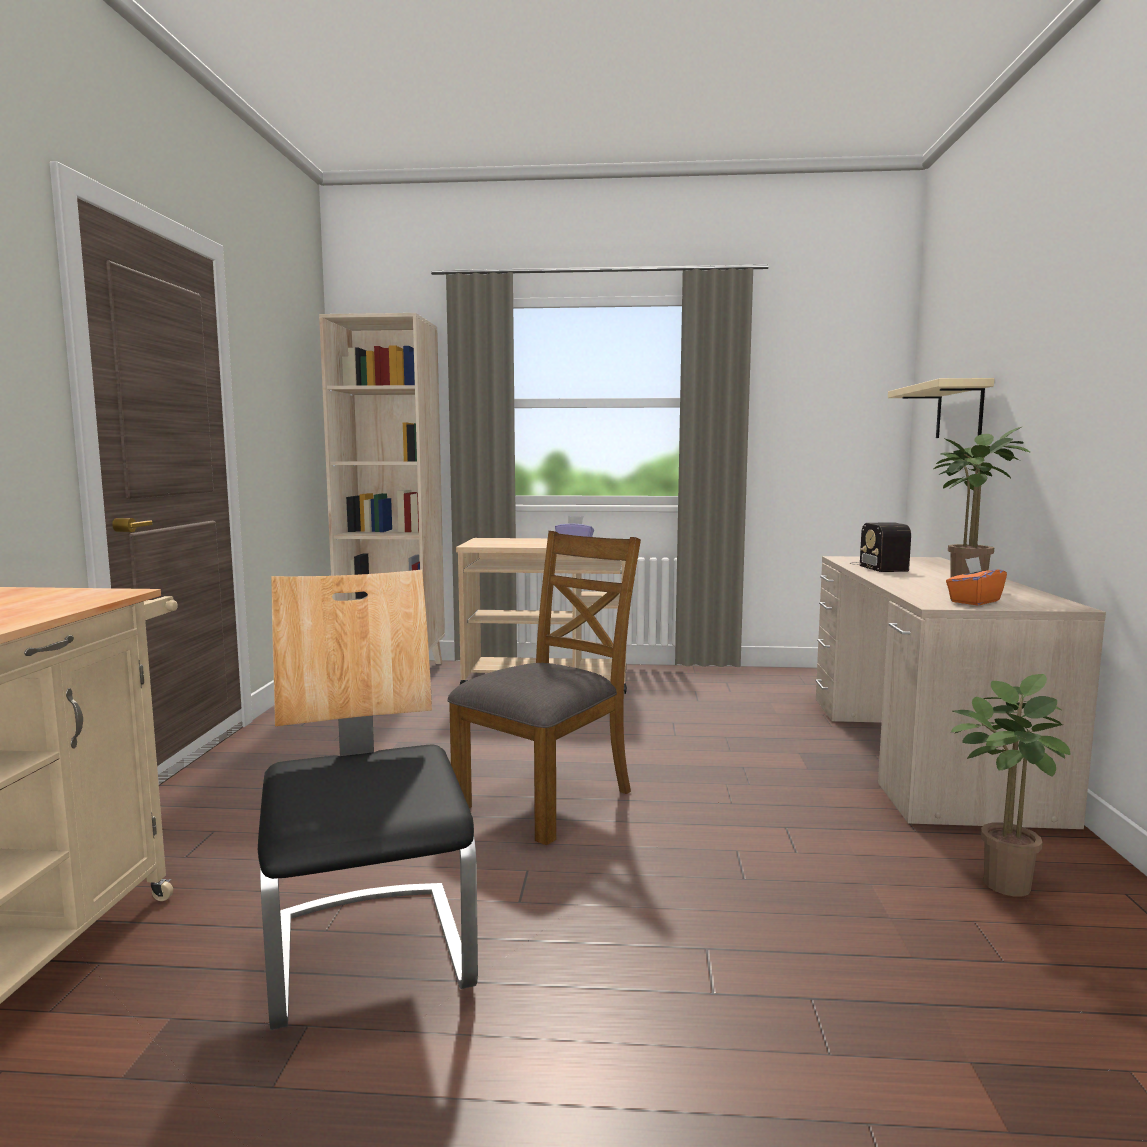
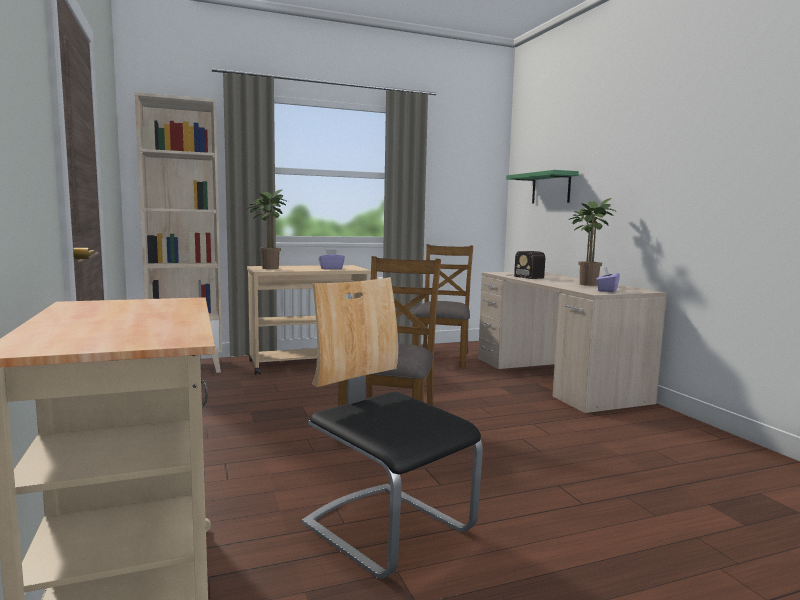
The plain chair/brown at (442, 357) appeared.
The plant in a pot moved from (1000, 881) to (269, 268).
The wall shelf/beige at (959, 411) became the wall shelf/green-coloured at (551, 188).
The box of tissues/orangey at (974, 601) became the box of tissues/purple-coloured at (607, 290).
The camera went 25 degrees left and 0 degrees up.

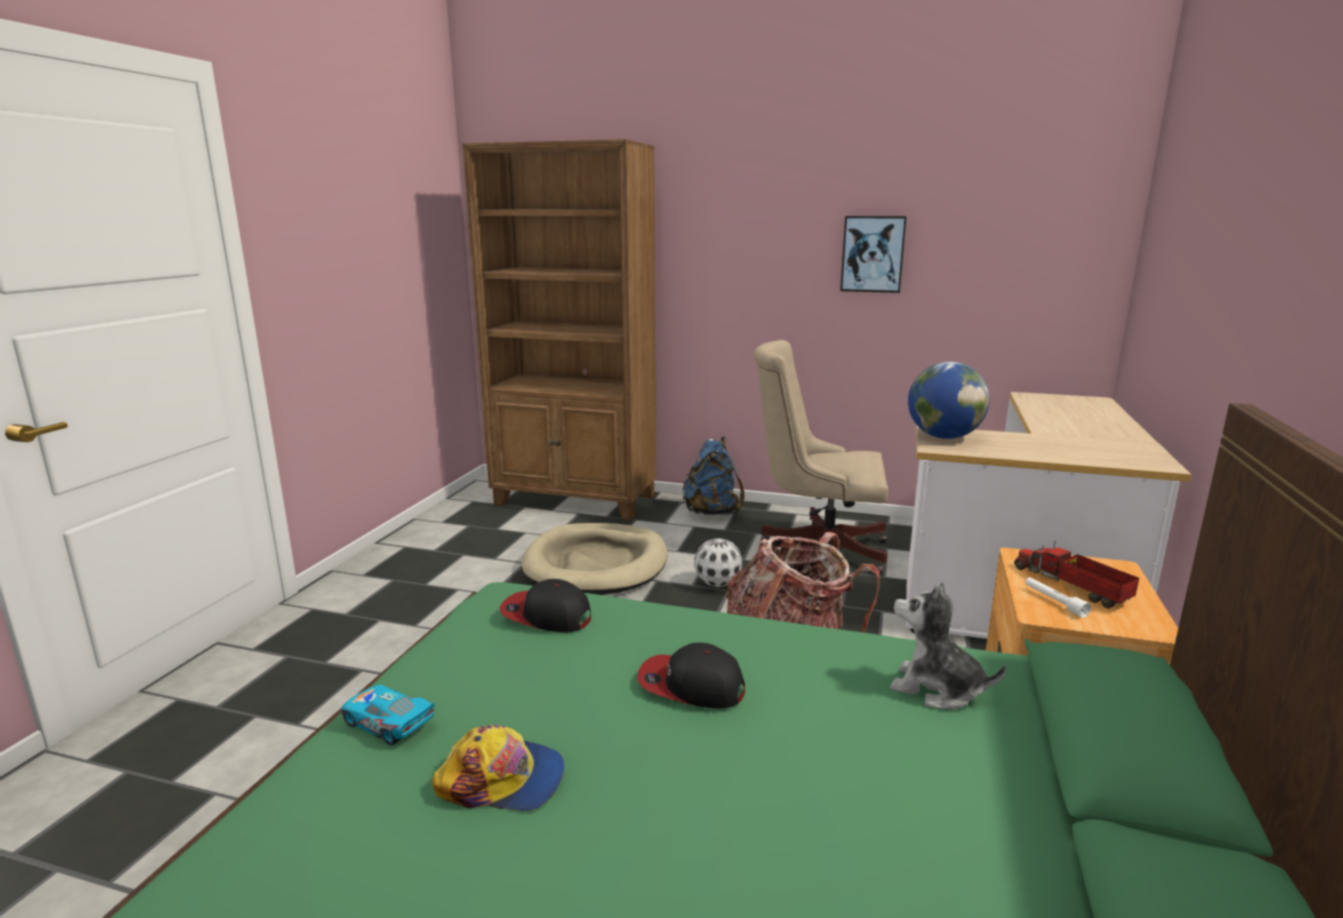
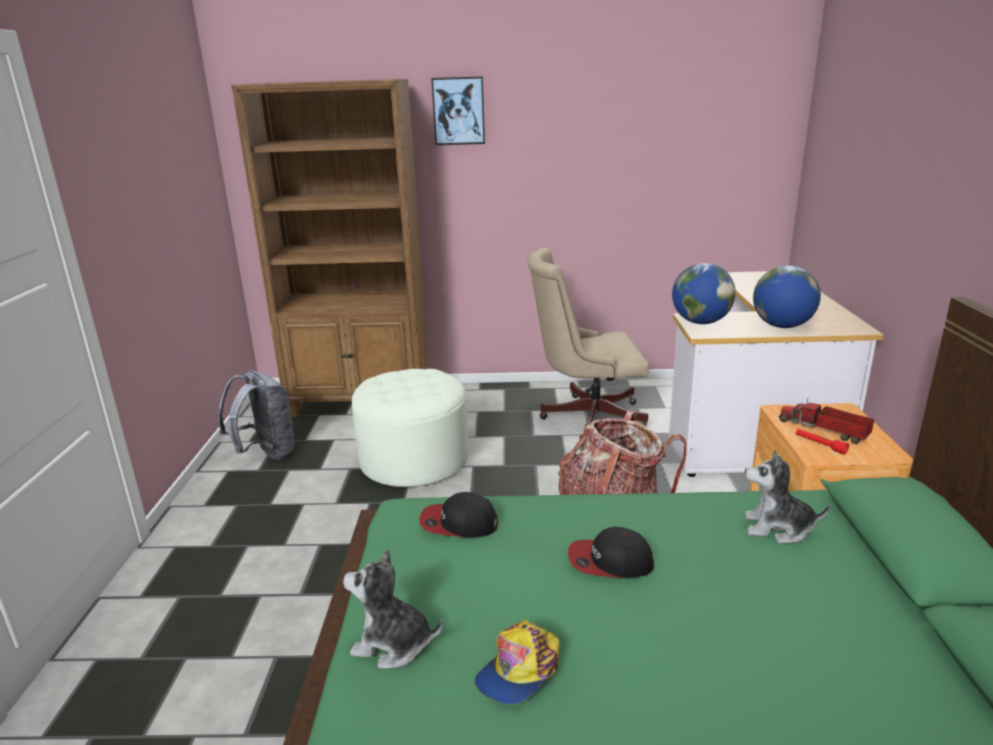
The knapsack/bluish at (712, 512) disappeared.
The ball for football at (717, 584) disappeared.
The knapsack/gray at (266, 454) appeared.
The world globe at (782, 326) appeared.
The wall picture moved from (872, 254) to (458, 111).
The toy car at (388, 723) was replaced by the cuddly toy at (393, 645).
The dog bed/beige at (596, 565) was replaced by the footrest/white at (414, 460).
The hand torch/white at (1054, 602) became the hand torch/reddish at (820, 445).
The baseball cap at (502, 780) turned 135 degrees clockwise.
The camera went 15 degrees left and 5 degrees up.

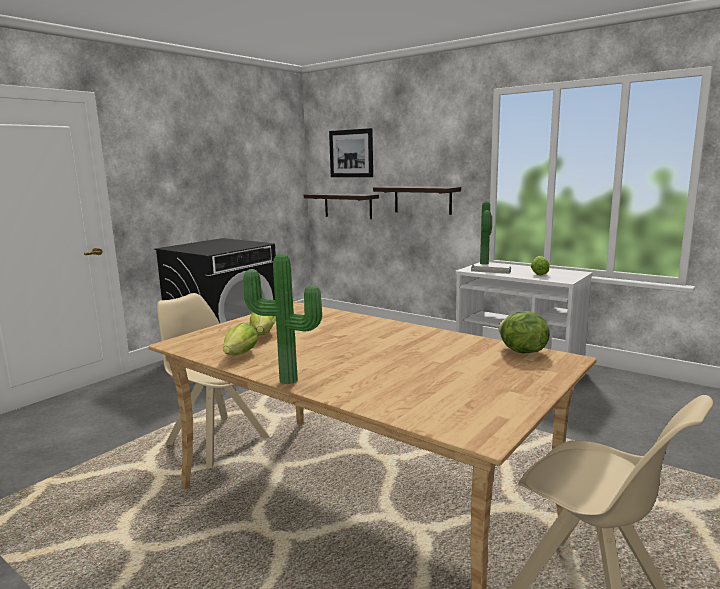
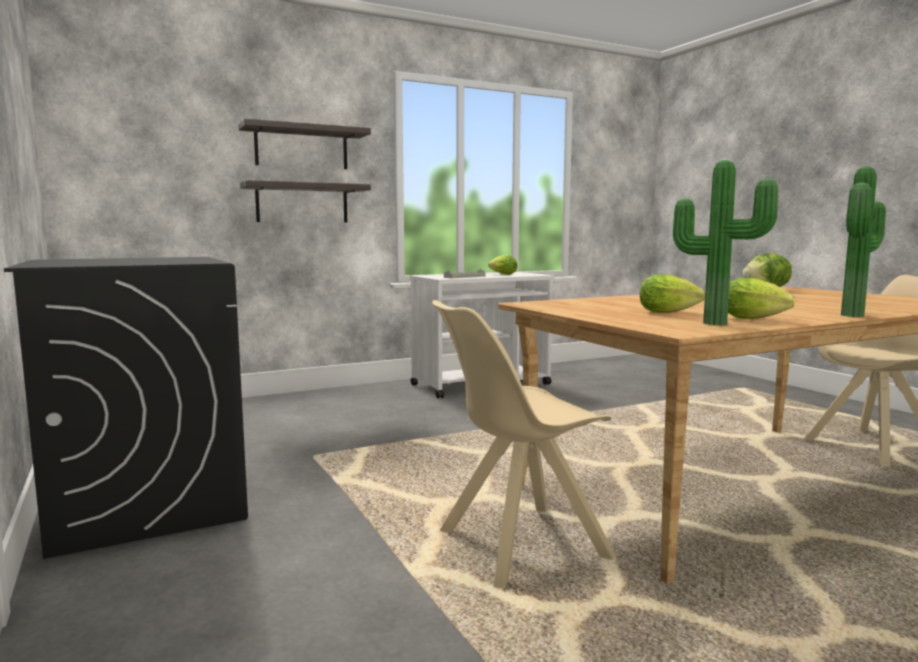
The wall picture at (351, 153) disappeared.
The wall shelf moved from (348, 205) to (301, 148).
The plant in a pot moved from (486, 263) to (716, 323).
The camera went 65 degrees left and 5 degrees down.

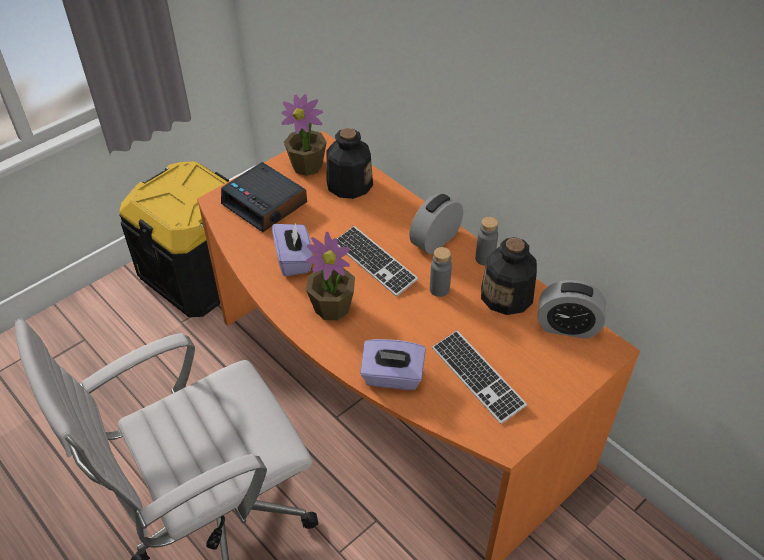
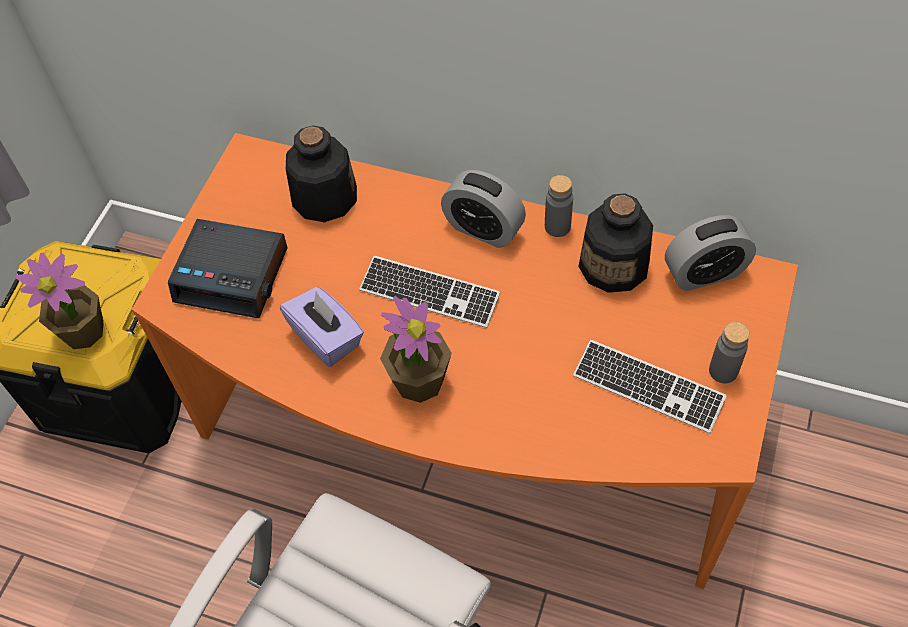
The box of tissues/purple-coloured at (392, 377) disappeared.
The plant in a pot moved from (307, 166) to (83, 331).
The bottle/gray moved from (439, 289) to (723, 371).
The alarm clock at (435, 240) turned 75 degrees counterclockwise.
The camera went 25 degrees left and 10 degrees up.

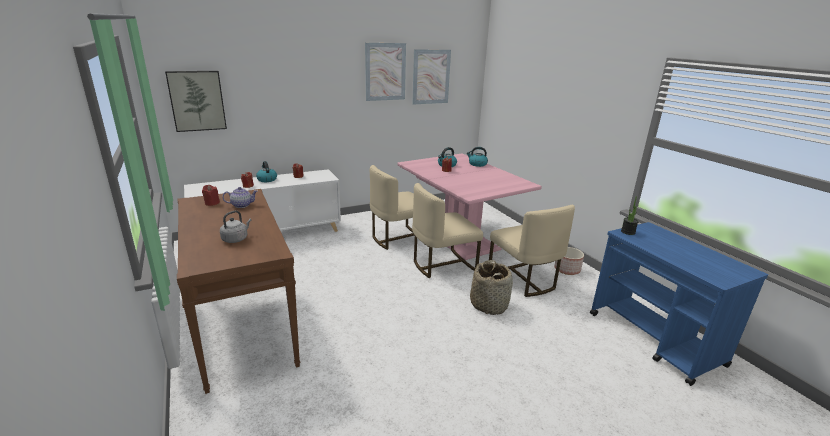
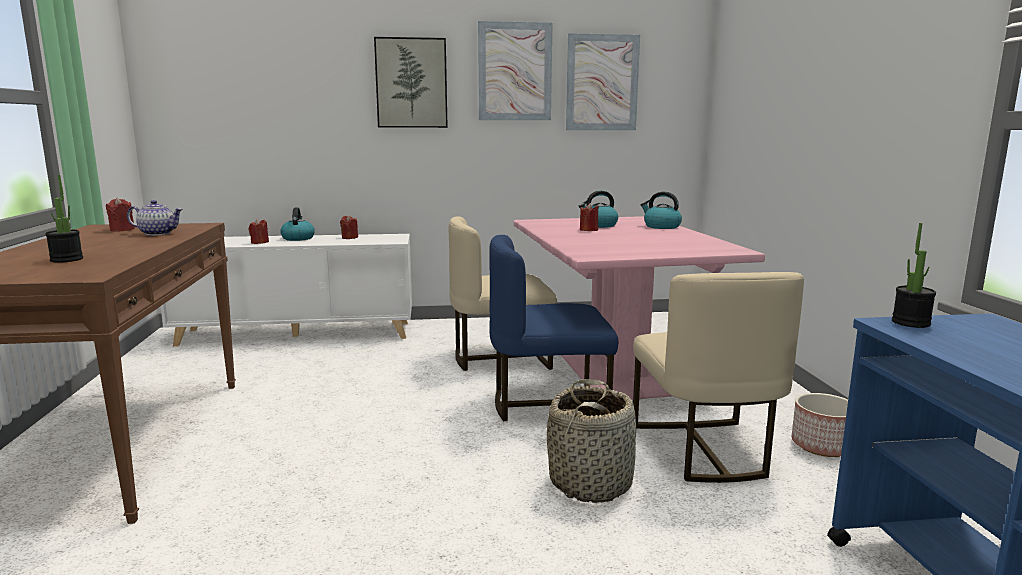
The wall picture moved from (197, 101) to (411, 83).
The tea kettle/gray at (236, 239) was replaced by the plant in a pot at (66, 259).
The plain chair/beige at (442, 264) became the plain chair/bluish at (548, 404).
The camera went 20 degrees right and 10 degrees down.

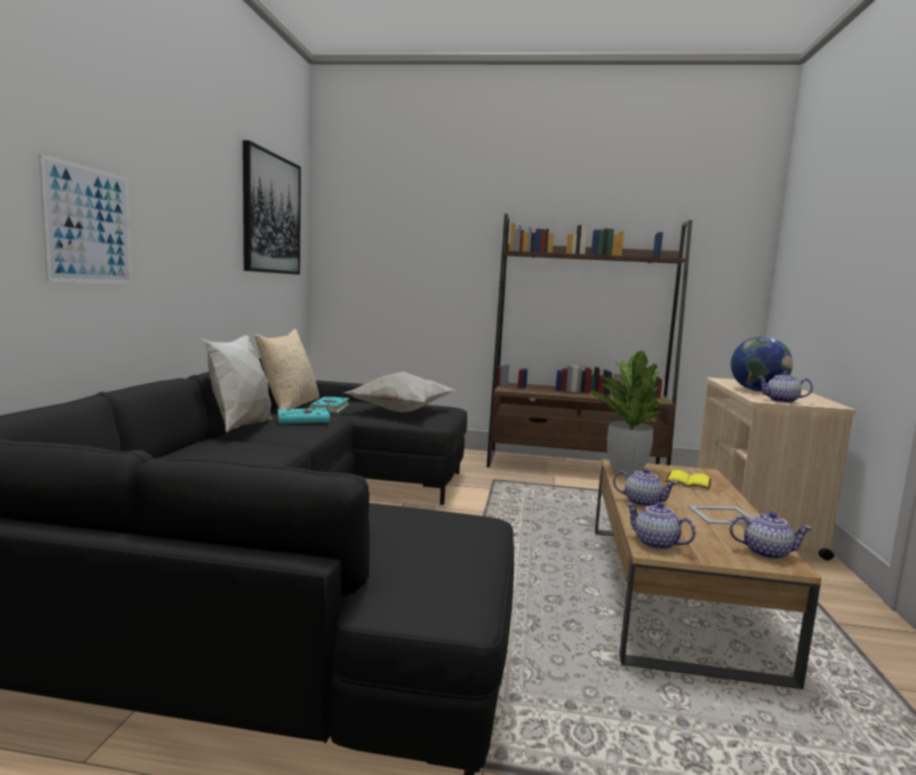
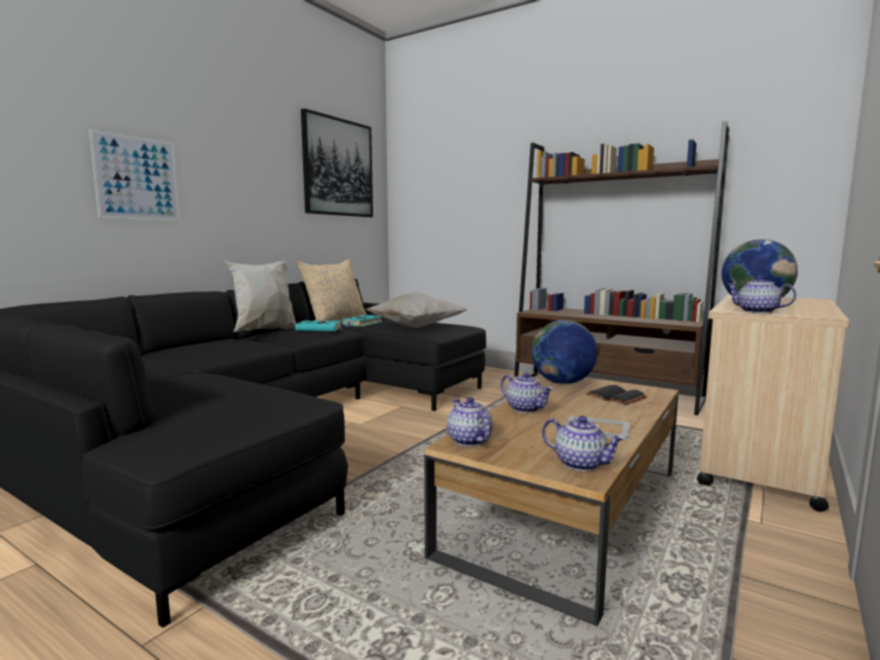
The plant in a pot at (626, 470) was replaced by the world globe at (562, 383).
The book/yellowish at (689, 481) became the book/black-coloured at (617, 397).
The camera went 25 degrees right and 0 degrees up.

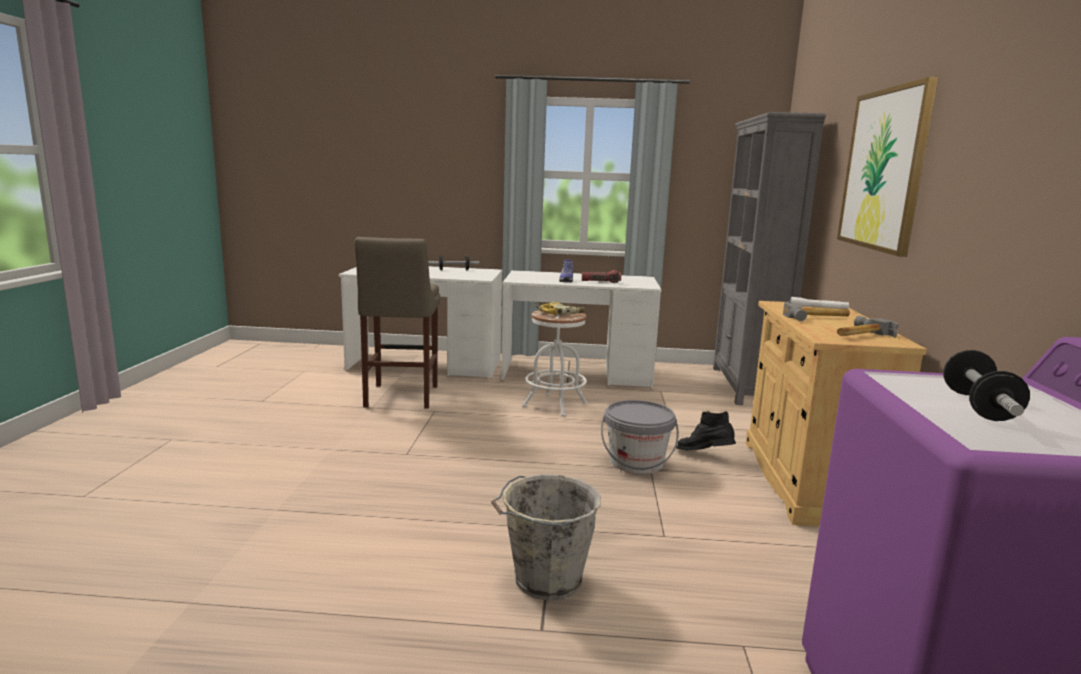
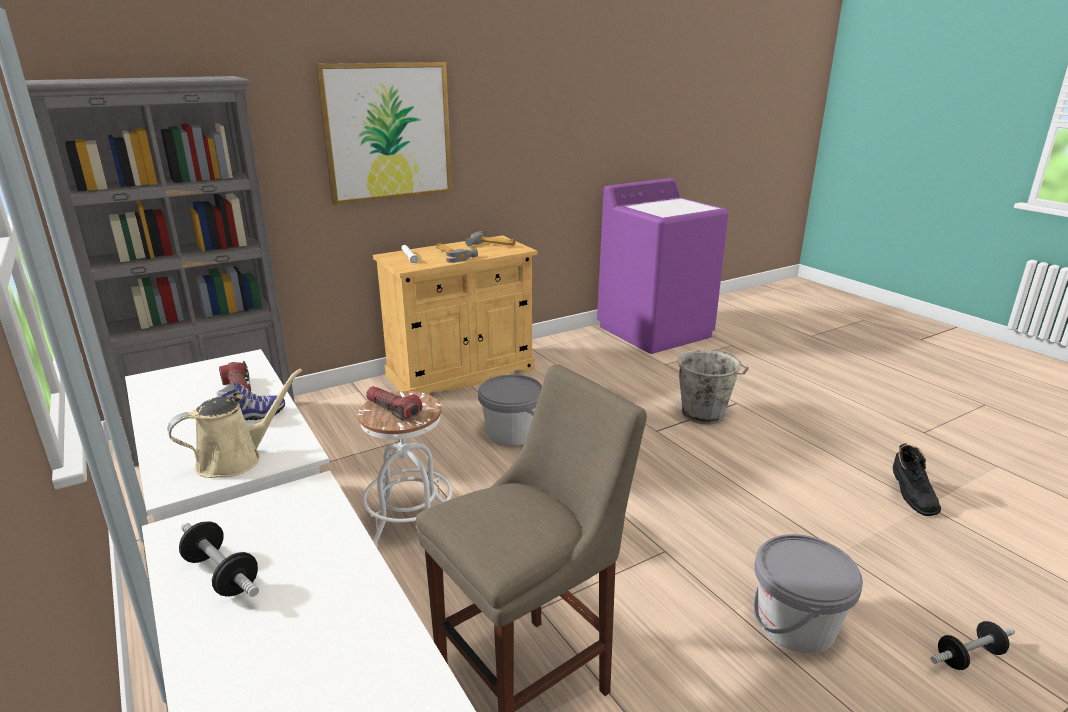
The watering pot/beige at (235, 459) appeared.
The bucket/gray at (796, 624) appeared.
The tall boot/black-coloured moved from (704, 455) to (910, 498).
The free weight moved from (978, 406) to (969, 657).
The power drill at (559, 313) was replaced by the hand torch at (393, 410).
The camera went 125 degrees left and 10 degrees up.

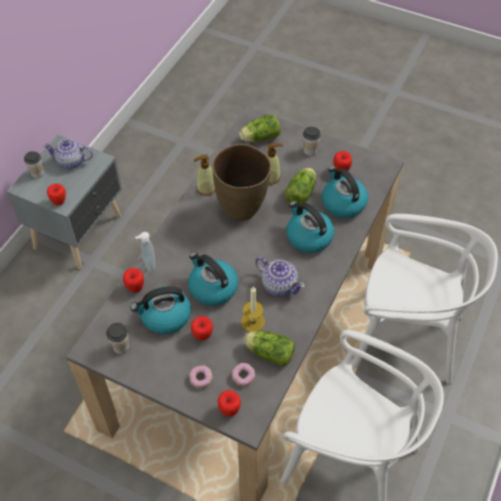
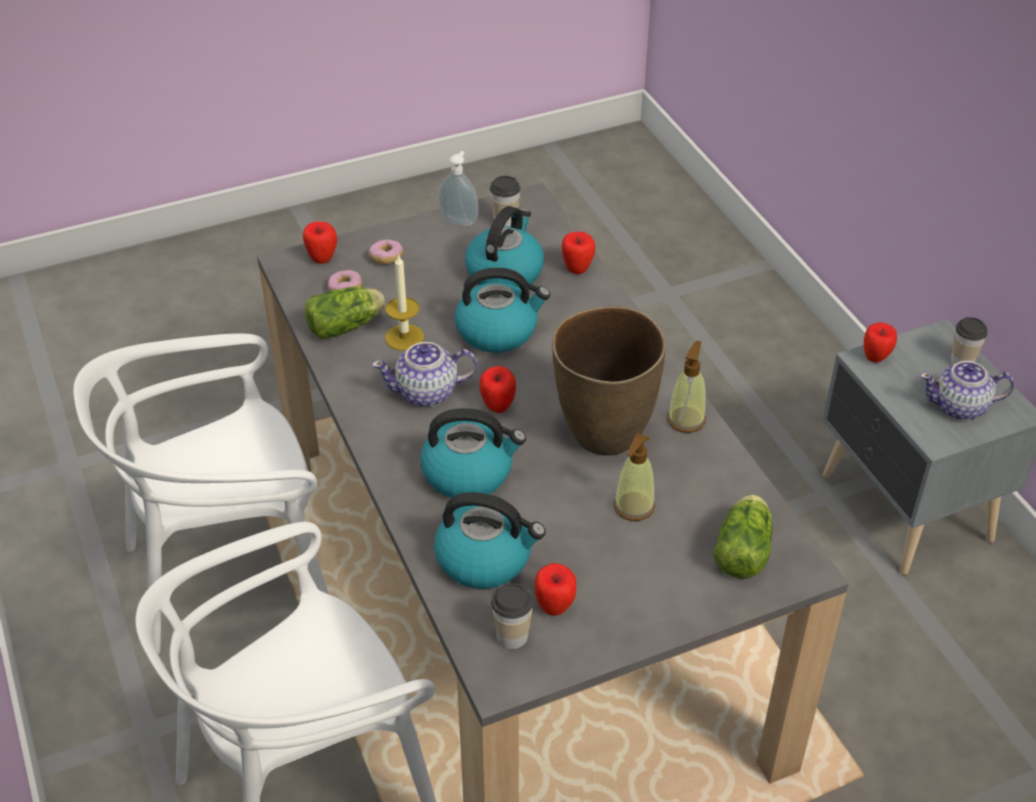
The lettuce head at (301, 192) disappeared.
The soap bottle moved from (148, 264) to (459, 220).
The whole apple moved from (202, 336) to (498, 406).
The drinking cup moved from (310, 150) to (512, 636).
The teapot at (71, 162) turned 135 degrees counterclockwise.
The camera went 130 degrees right and 10 degrees down.

